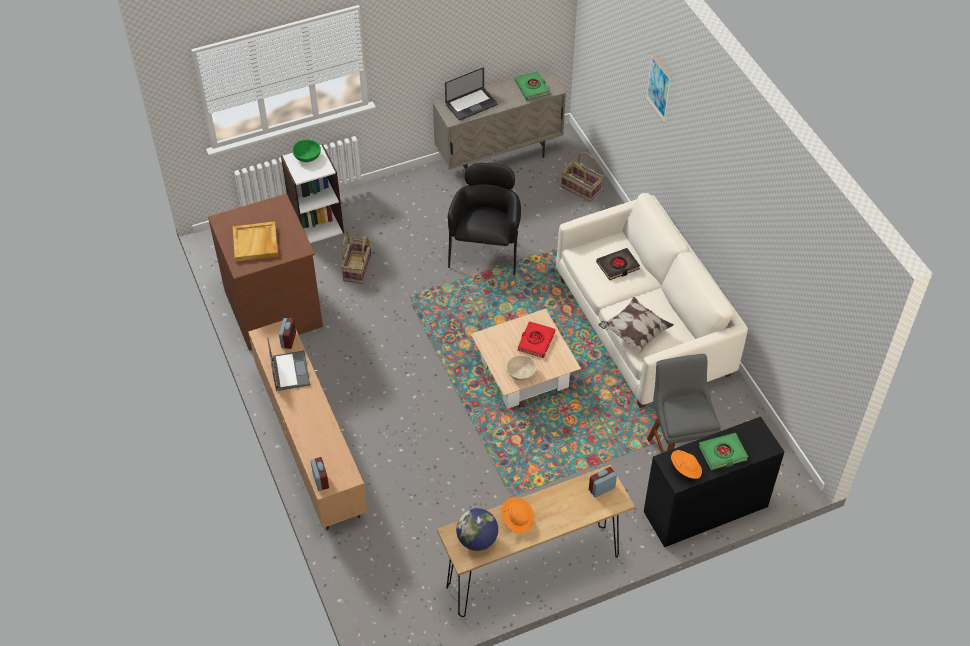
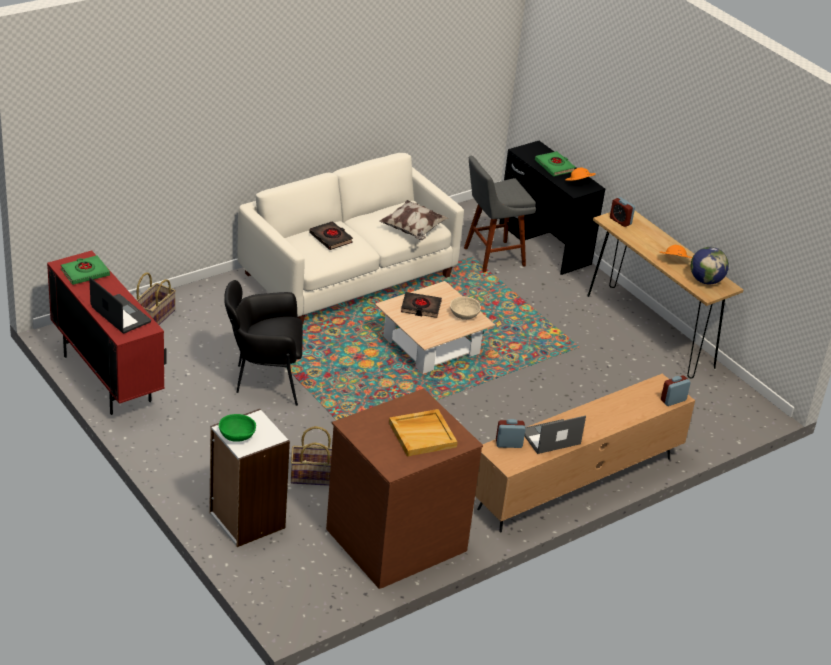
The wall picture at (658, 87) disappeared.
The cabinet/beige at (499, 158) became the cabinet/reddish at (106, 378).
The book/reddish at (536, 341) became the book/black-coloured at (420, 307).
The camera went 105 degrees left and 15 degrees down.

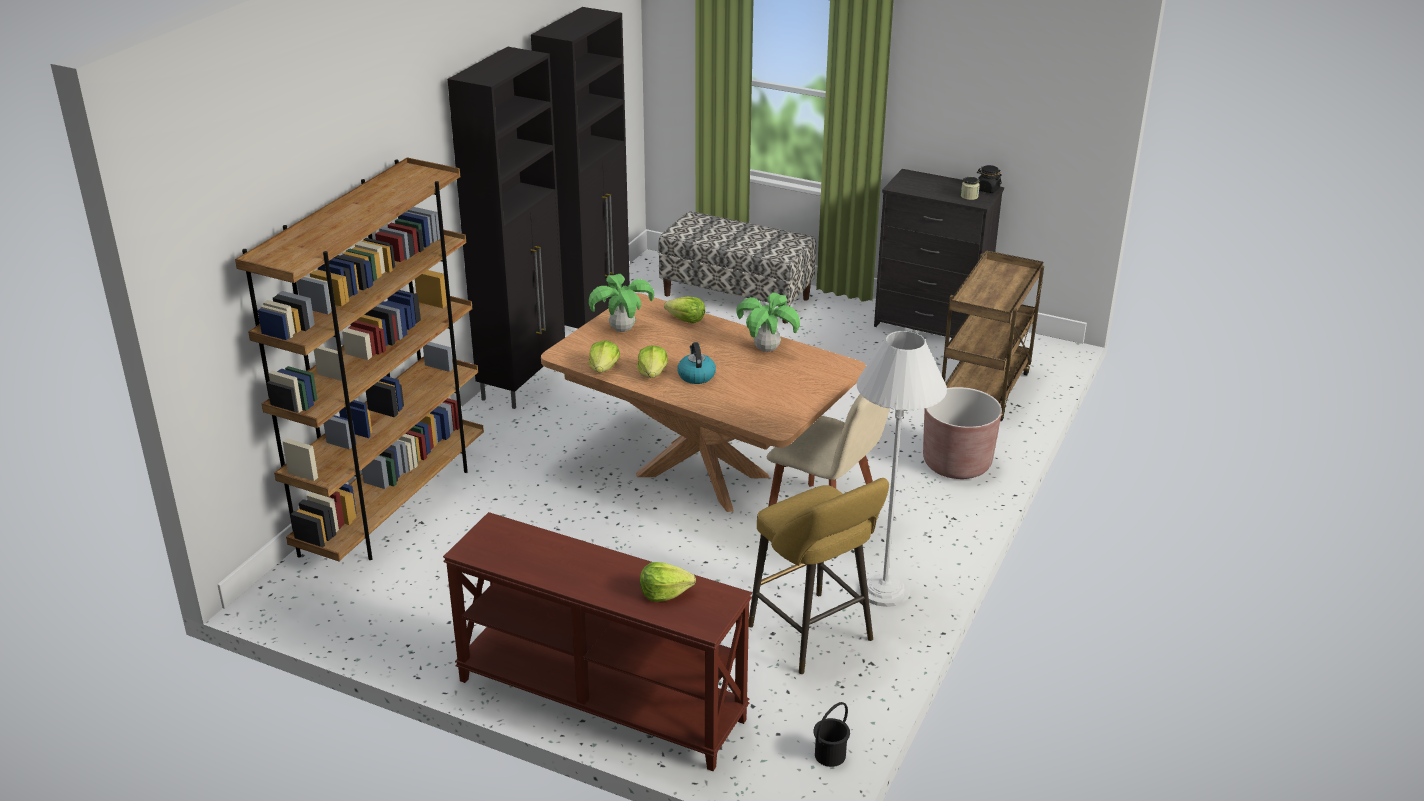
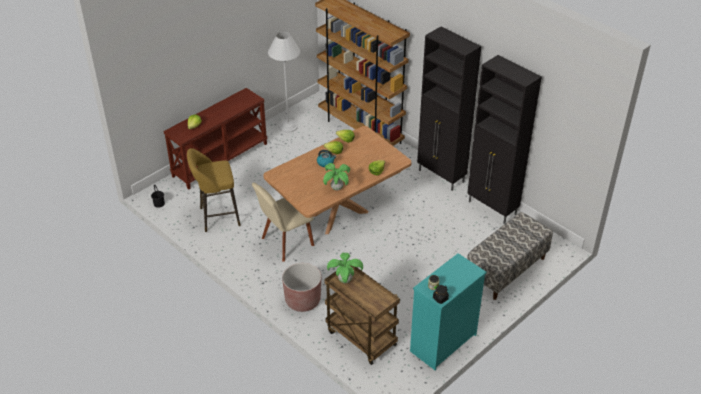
The plant in a pot moved from (622, 329) to (345, 280).
The standard lamp/white moved from (884, 590) to (288, 126).
The chest of drawers/black-coloured at (931, 326) became the chest of drawers/blue-green at (442, 343).
The camera went 110 degrees right and 10 degrees up.

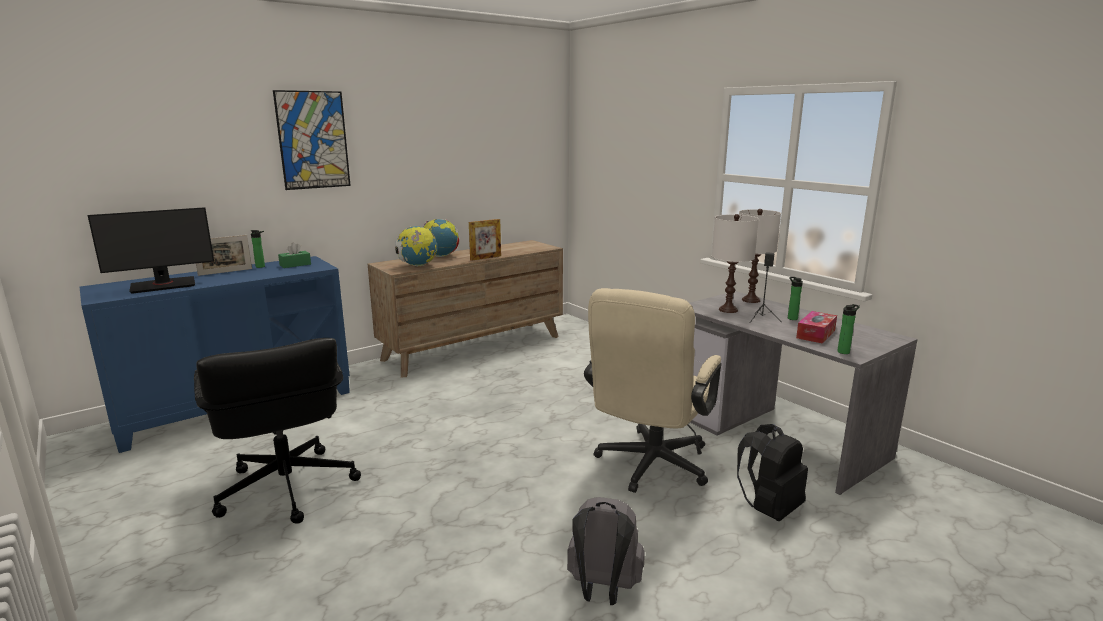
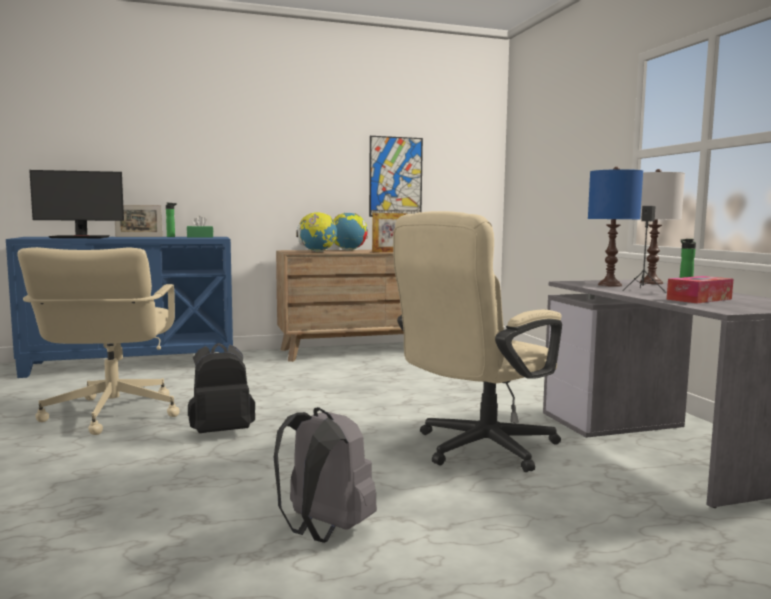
The bottle at (844, 352) disappeared.
The wall picture moved from (313, 140) to (395, 177).
The knapsack/black-coloured moved from (769, 509) to (221, 432).
The computer chair/black-coloured at (286, 489) became the computer chair/beige at (111, 414).
The lamp for a table/white at (728, 310) became the lamp for a table/bluish at (609, 285).
The camera went 20 degrees right and 10 degrees down.

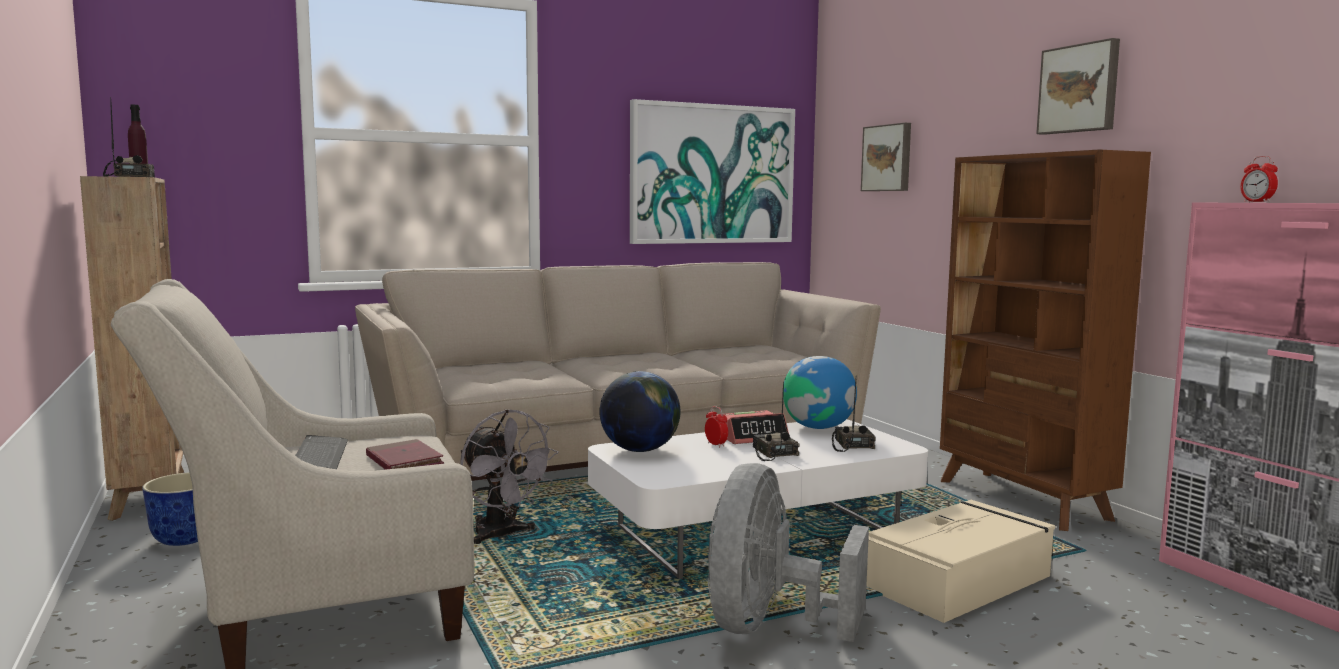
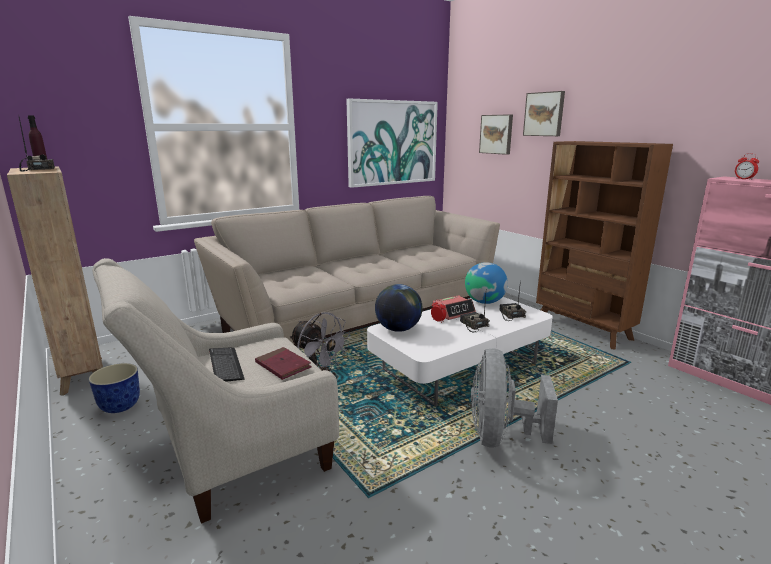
The storage box/beige at (958, 580) disappeared.
The wall picture moved from (1080, 89) to (544, 114).
The camera went 10 degrees left and 10 degrees up.

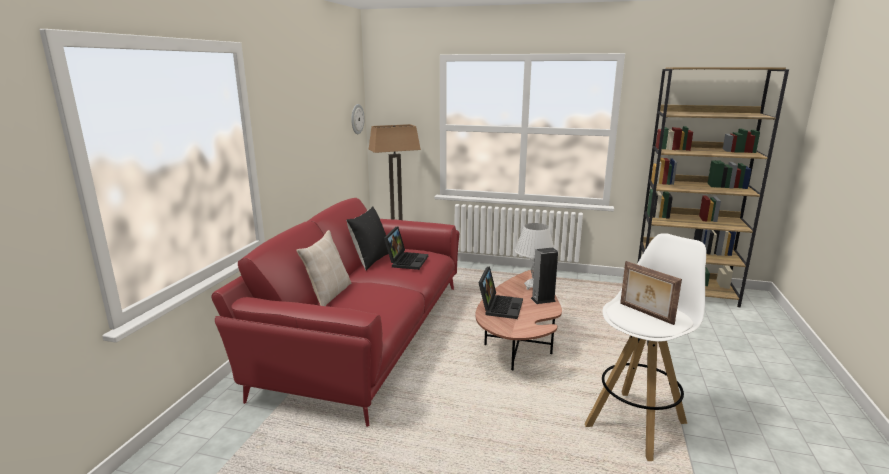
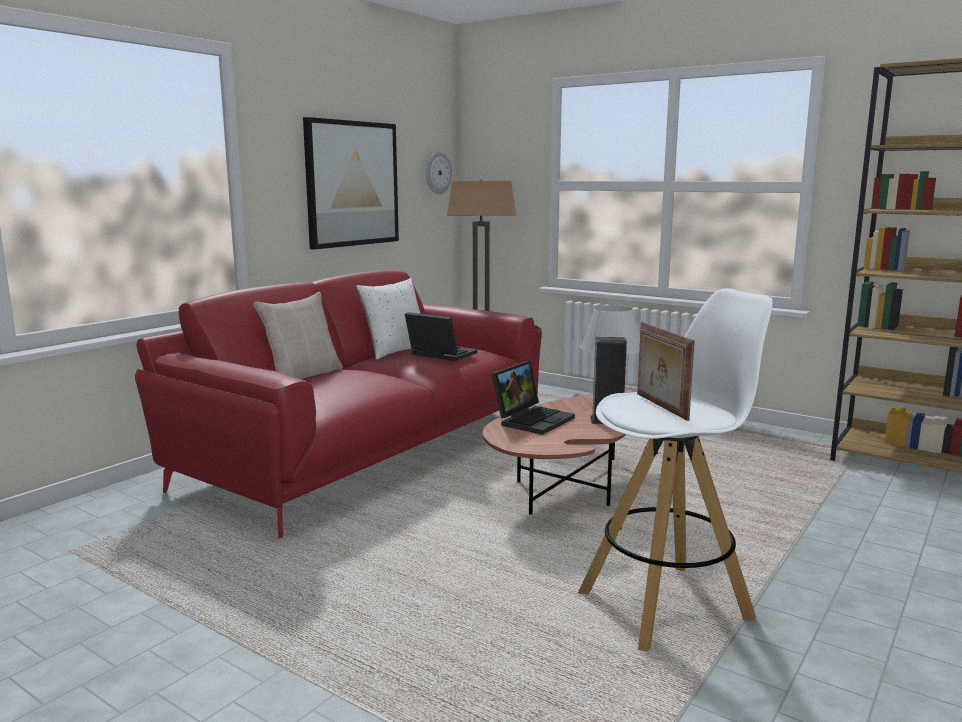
The wall picture at (352, 184) appeared.
The cushion/black-coloured at (370, 260) became the cushion/white at (395, 351).
The portable computer at (406, 261) turned 90 degrees counterclockwise.
The camera went 20 degrees right and 5 degrees down.

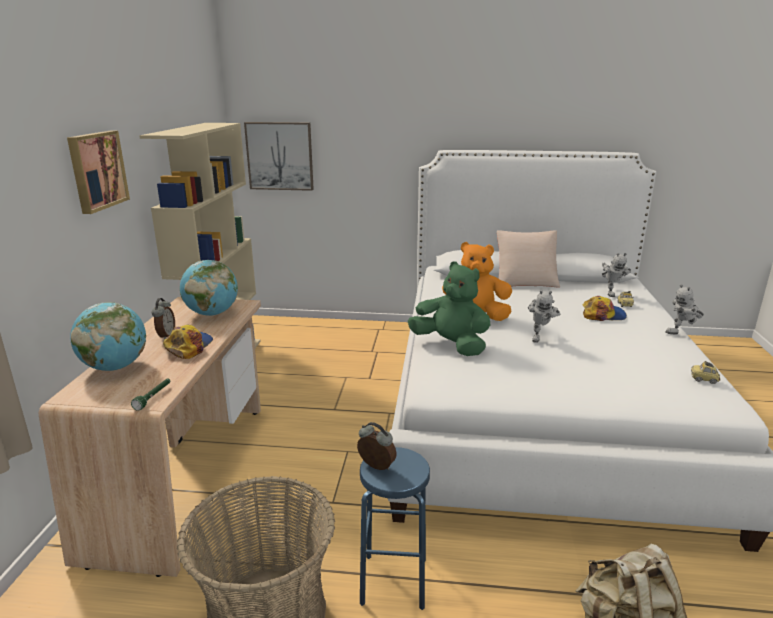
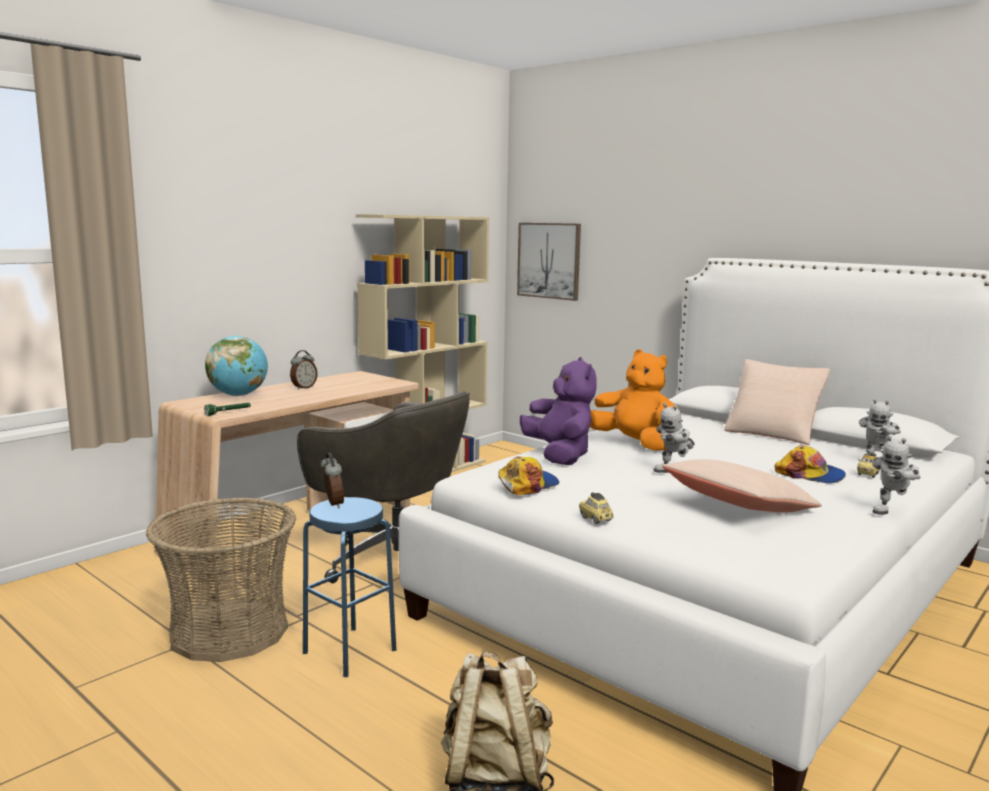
The wall picture at (96, 170) disappeared.
The world globe at (212, 313) disappeared.
The computer chair/gray at (393, 561) appeared.
The cushion/beige at (738, 507) appeared.
The baseball cap moved from (188, 346) to (527, 484).
The toy car moved from (704, 379) to (595, 519).
The cuddly toy/green-coloured at (451, 345) became the cuddly toy/purple-coloured at (559, 456).
The model robot at (682, 333) turned 60 degrees counterclockwise.
The camera went 35 degrees right and 10 degrees down.

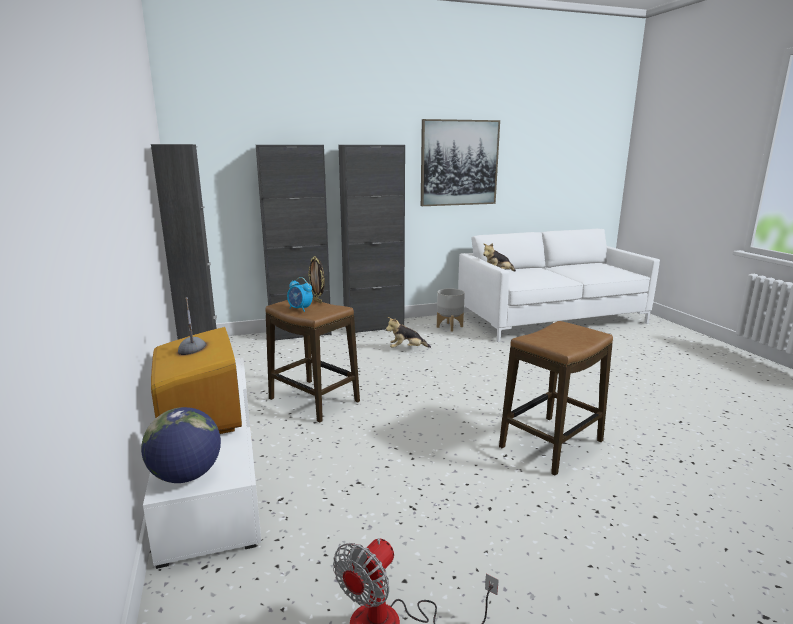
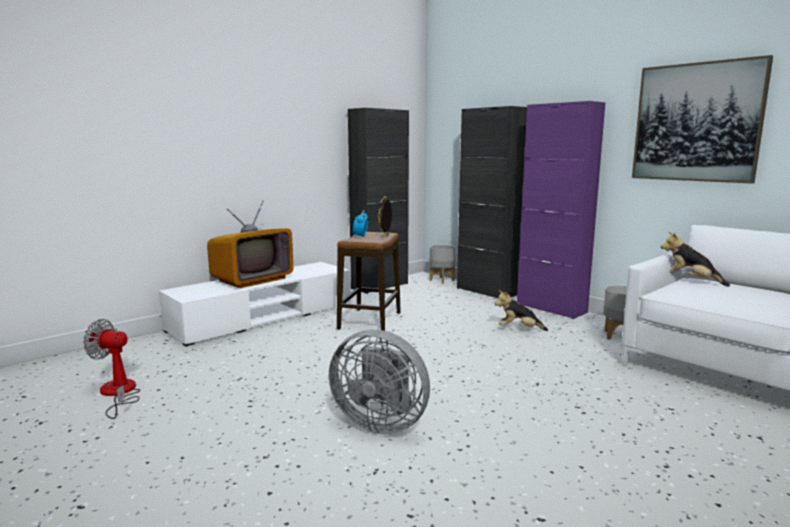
The world globe at (186, 476) disappeared.
The flower pot/gray at (441, 280) appeared.
The sitting stool at (551, 444) was replaced by the cooling fan/gray at (380, 423).
The cabinet/black-coloured at (374, 327) became the cabinet/purple-coloured at (551, 308).
The cuddly toy at (407, 349) turned 45 degrees counterclockwise.
The camera went 65 degrees right and 5 degrees down.

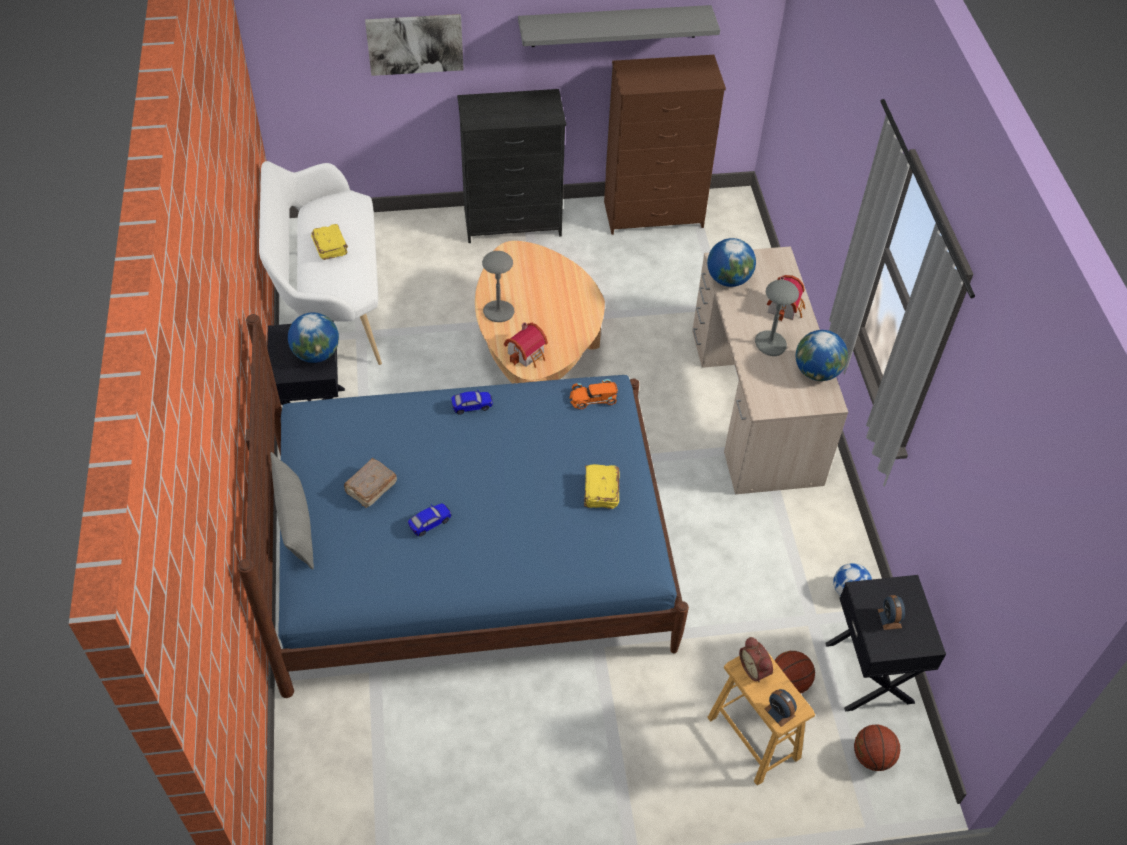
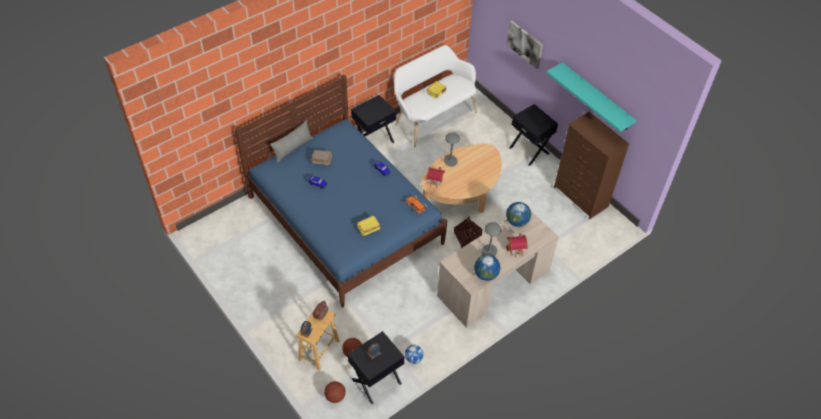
The world globe at (316, 354) disappeared.
The storage basket at (466, 238) appeared.
The chest of drawers/black-coloured at (512, 222) was replaced by the bedside table/black-coloured at (529, 150).
The wall shelf/gray at (614, 26) became the wall shelf/blue-green at (596, 97).
The camera went 60 degrees right and 0 degrees up.

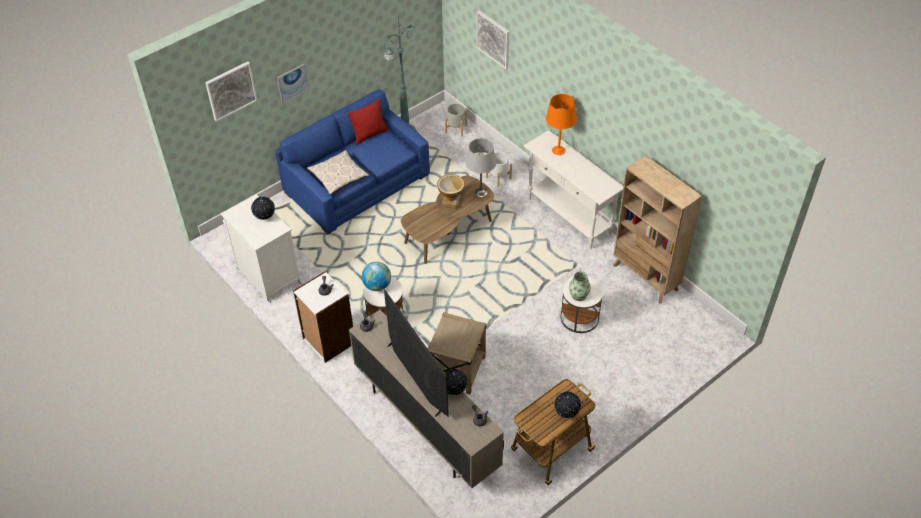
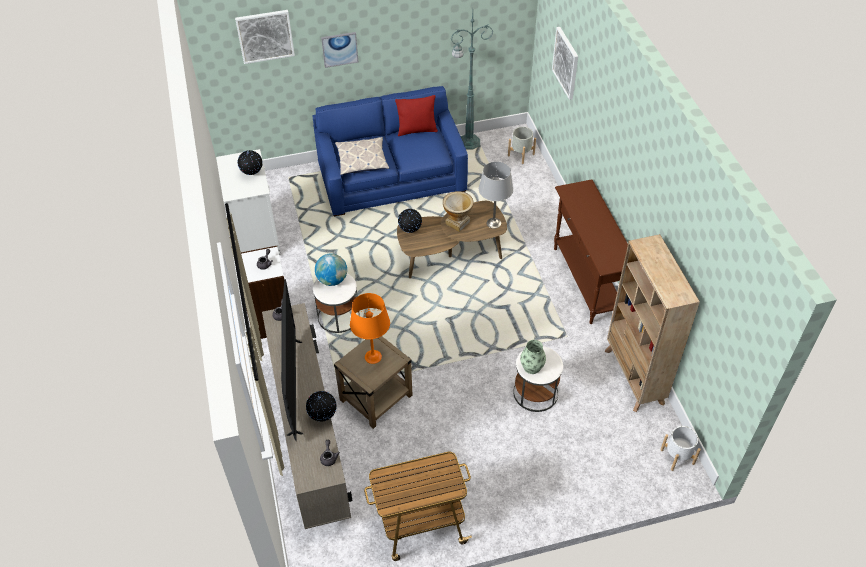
The flower pot/white moved from (498, 178) to (677, 456).
The lamp for a table/orangey moved from (558, 150) to (372, 357).
The world globe moved from (566, 413) to (410, 231).
The console table/white at (569, 216) became the console table/brown at (586, 282).
The camera went 25 degrees right and 0 degrees up.

